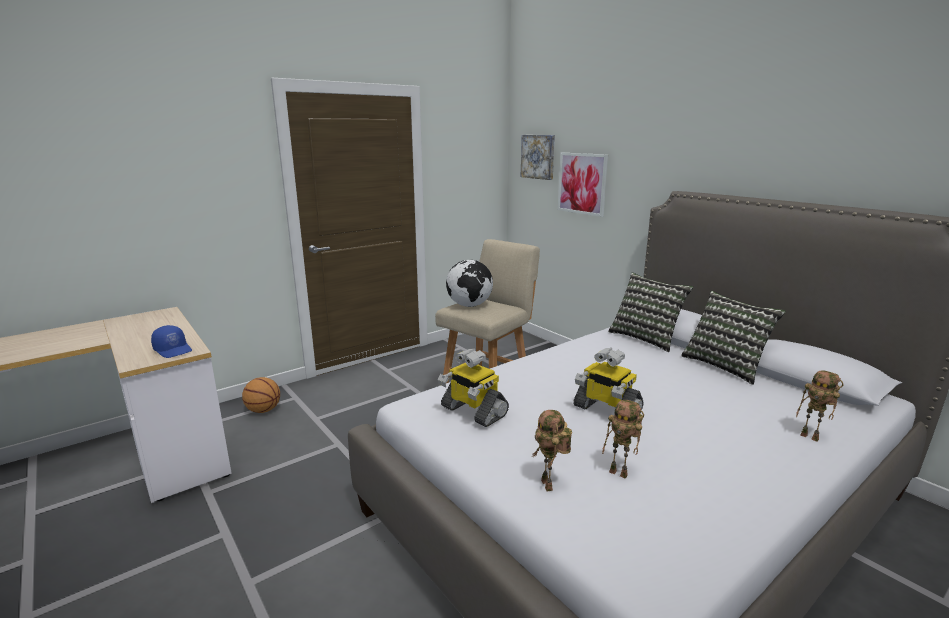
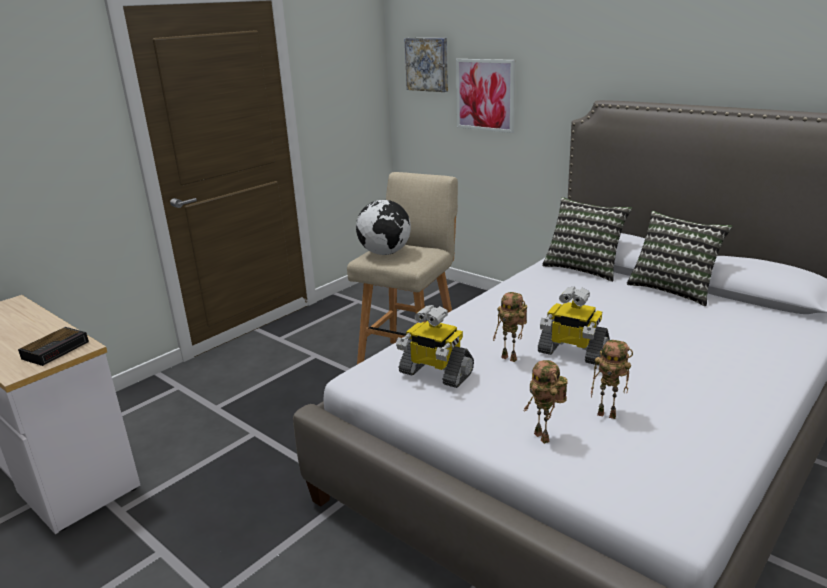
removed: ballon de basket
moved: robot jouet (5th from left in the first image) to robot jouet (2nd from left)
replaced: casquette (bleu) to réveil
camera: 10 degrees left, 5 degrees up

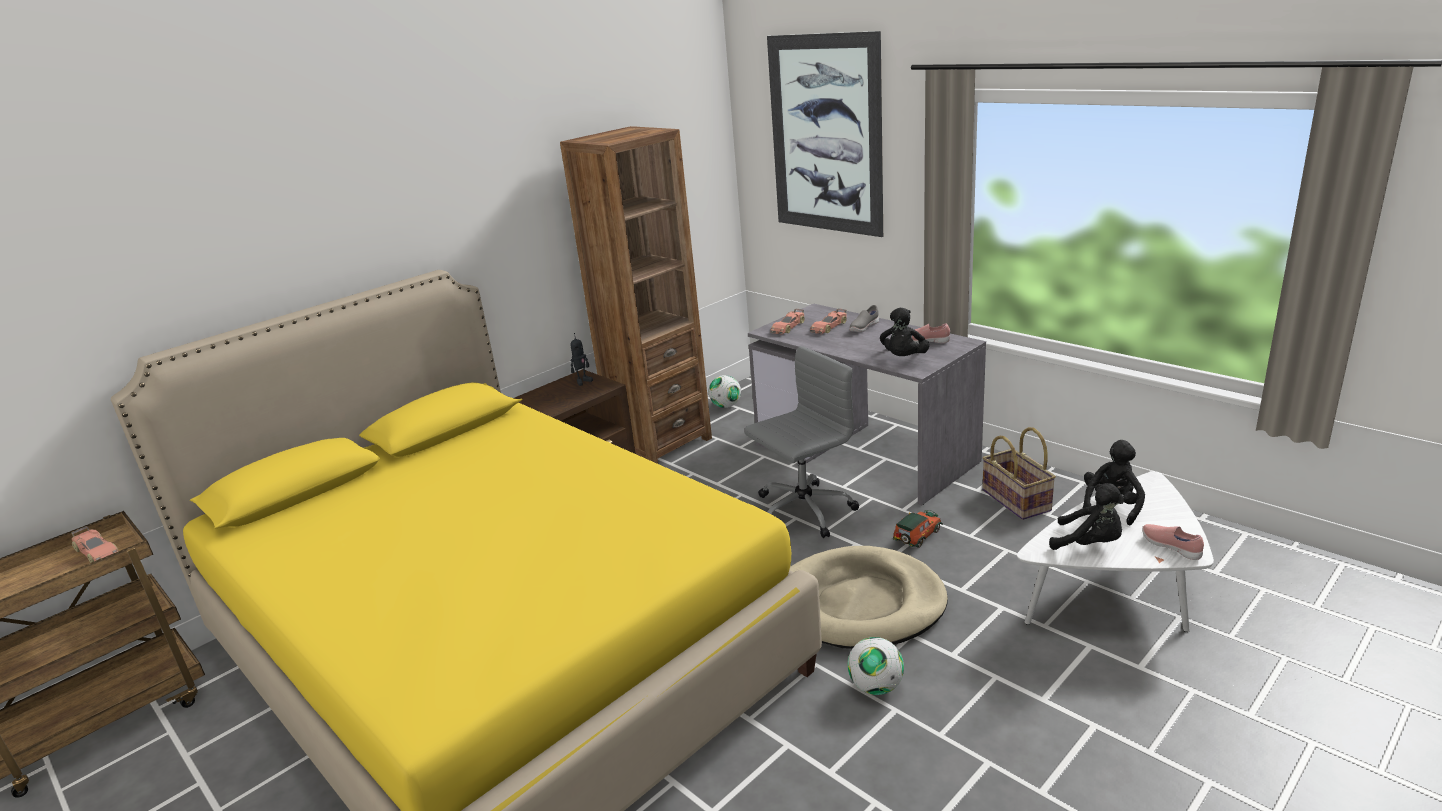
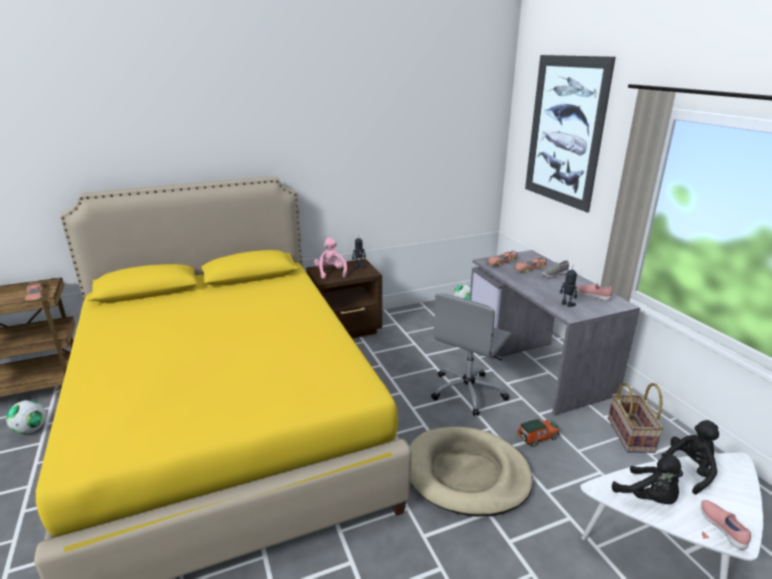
removed: bibliothèque (marron)
added: peluche (rose)
moved: ballon de foot (2nd from left in the first image) to ballon de foot (1st from left)
replaced: peluche (noir) (1st from left) to robot jouet (2nd from left)
turned: chaise de bureau (gris) 135 degrees clockwise
camera: 20 degrees right, 0 degrees up

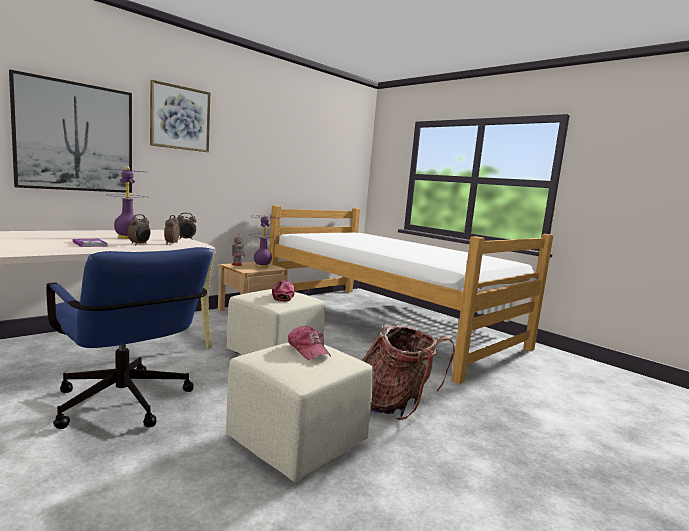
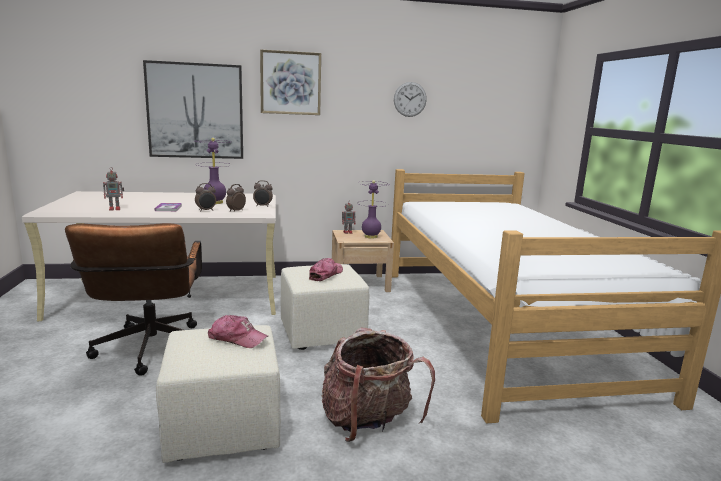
added: robot jouet (1st from left); horloge murale
recoloured: chaise de bureau (bleu) to chaise de bureau (marron)
turned: casquette (2nd from left in the first image) 75 degrees counterclockwise
camera: 35 degrees right, 5 degrees up

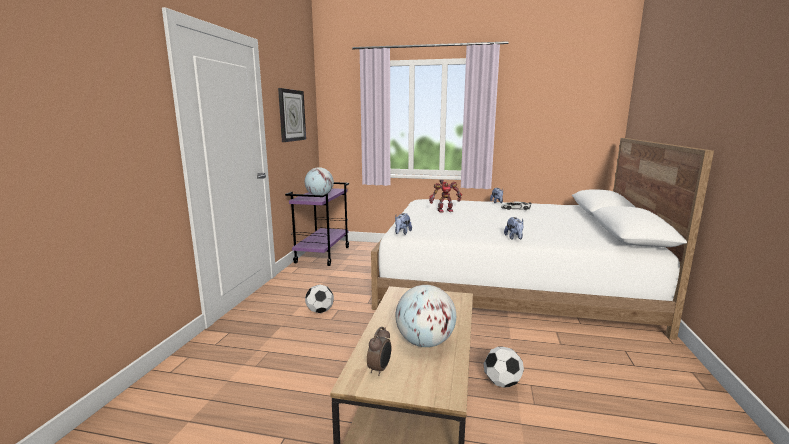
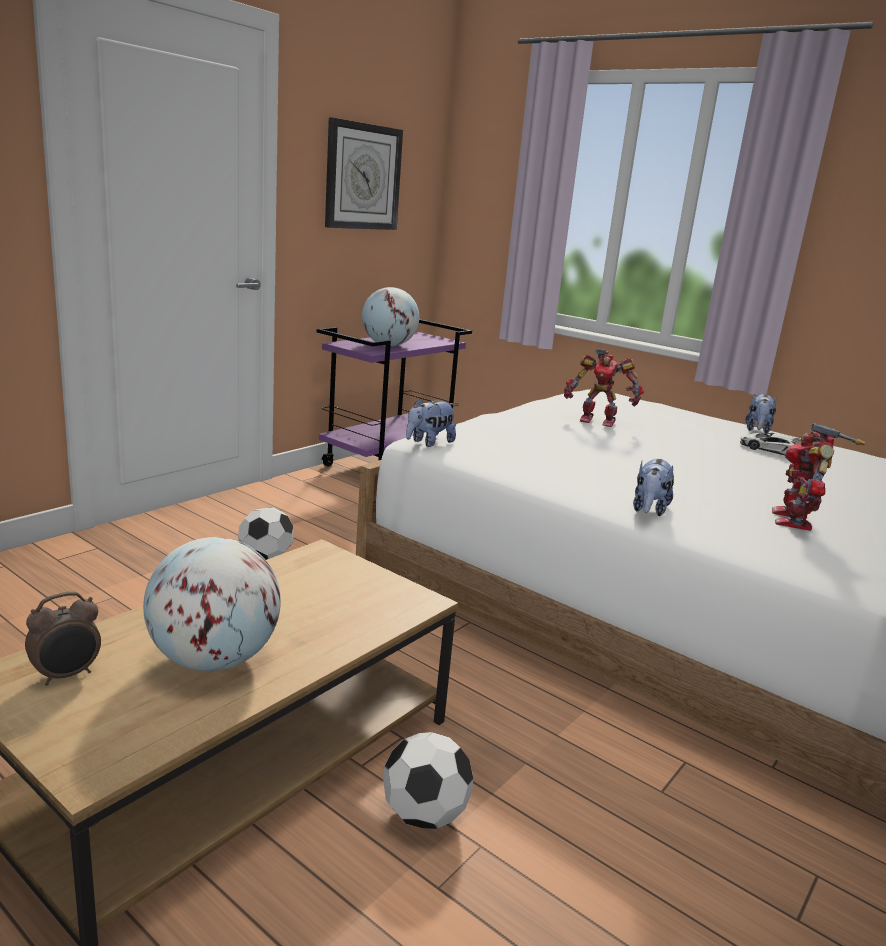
added: robot jouet (2nd from left)
camera: 25 degrees right, 5 degrees up

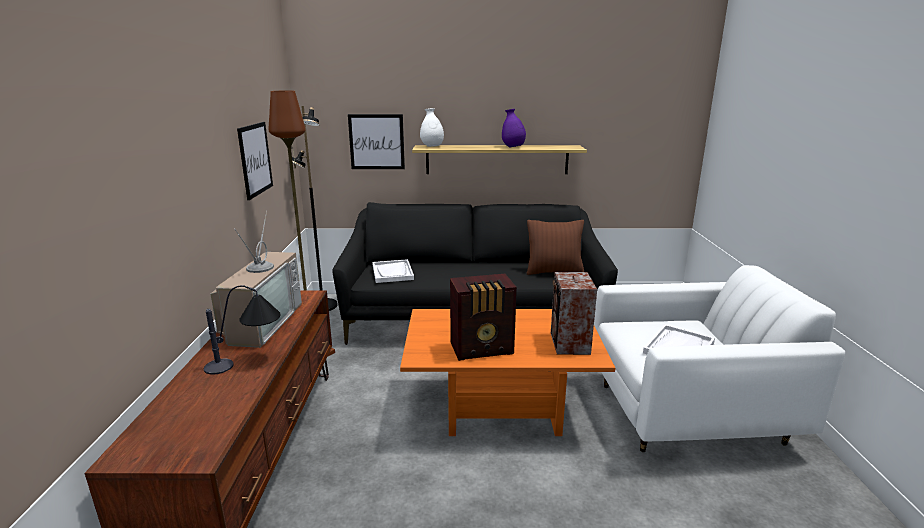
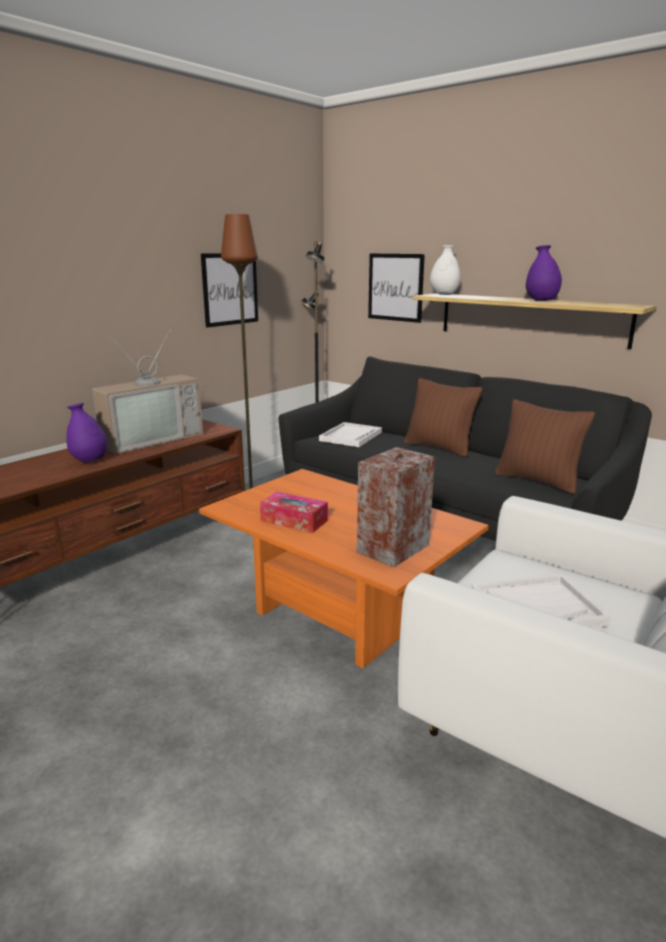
added: coussin (marron) (1st from left)
replaced: lampe de table to vase (violet) (1st from left); radio to boîte à mouchoirs
camera: 40 degrees right, 0 degrees up

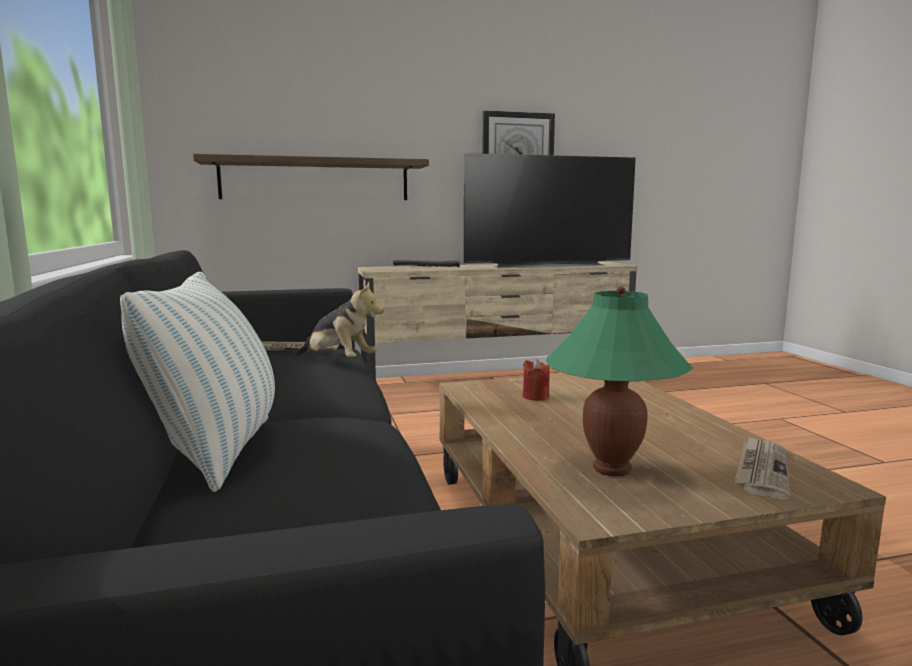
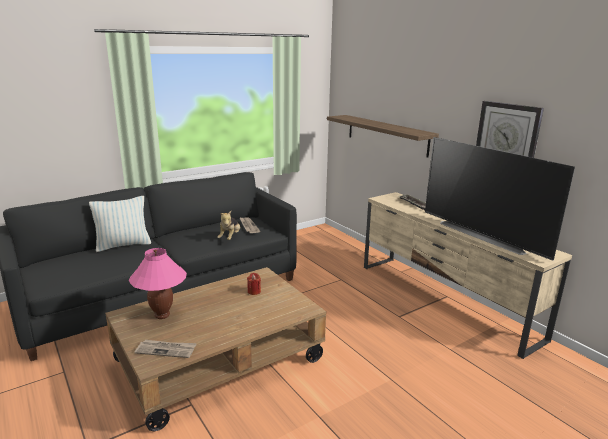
recoloured: lampe de table (vert) to lampe de table (rose)
camera: 70 degrees right, 10 degrees up

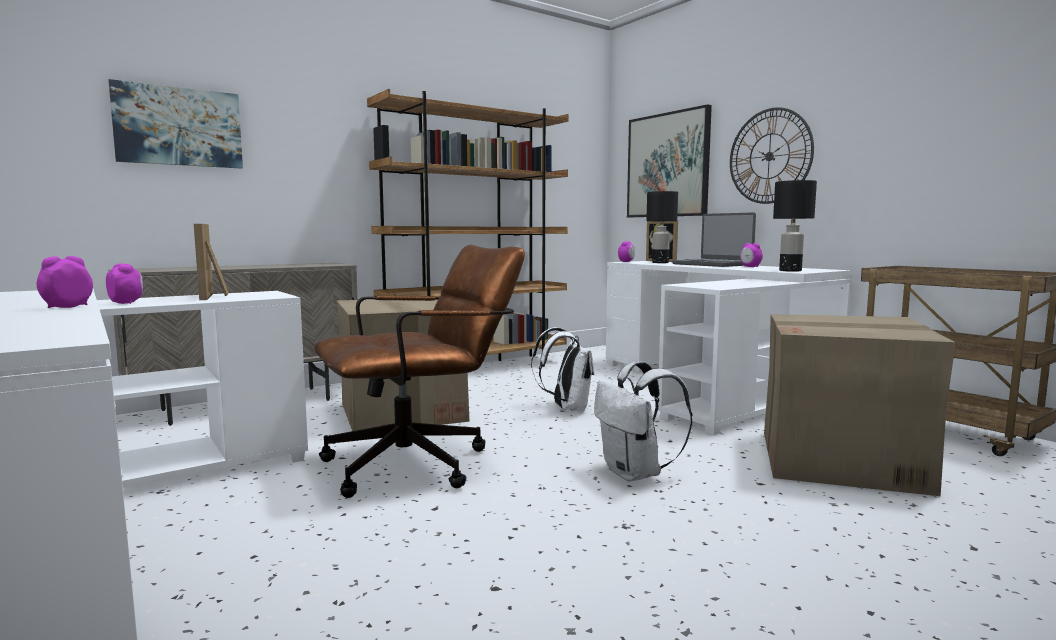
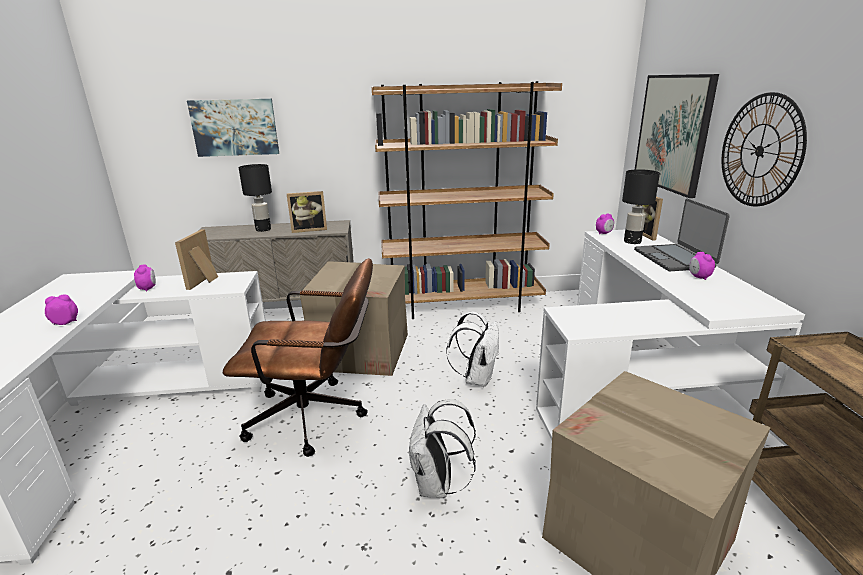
added: cadre photo (2nd from left)
moved: lampe de table (noir) (2nd from left in the first image) to lampe de table (noir) (1st from left)
camera: 30 degrees right, 15 degrees up

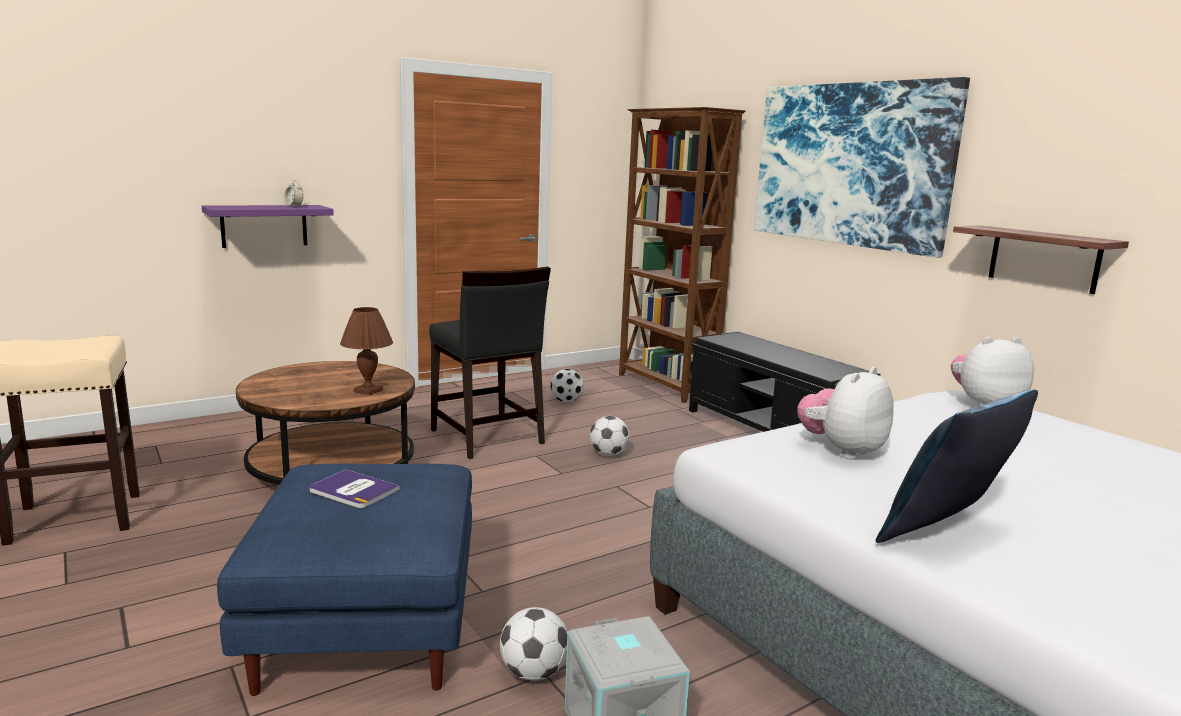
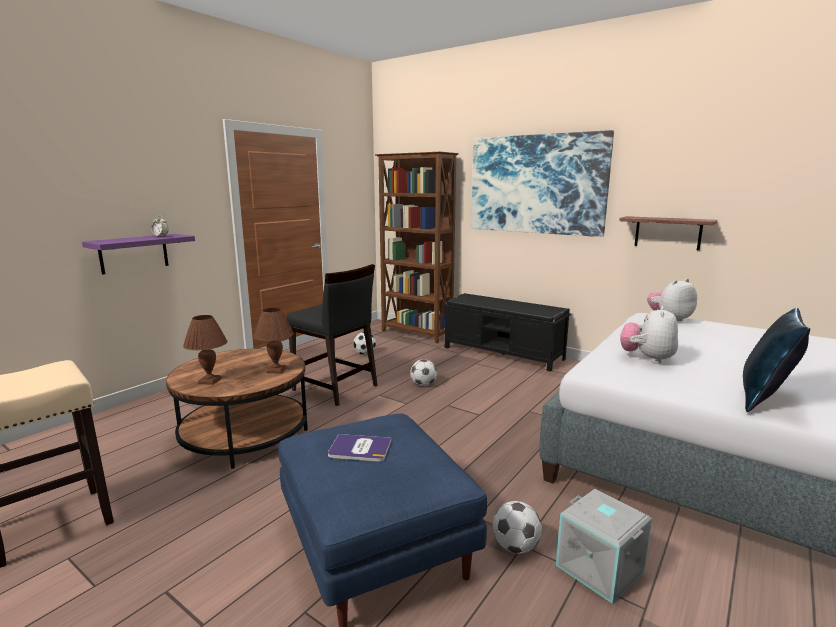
added: lampe de table (marron) (1st from left)
camera: 20 degrees left, 0 degrees up

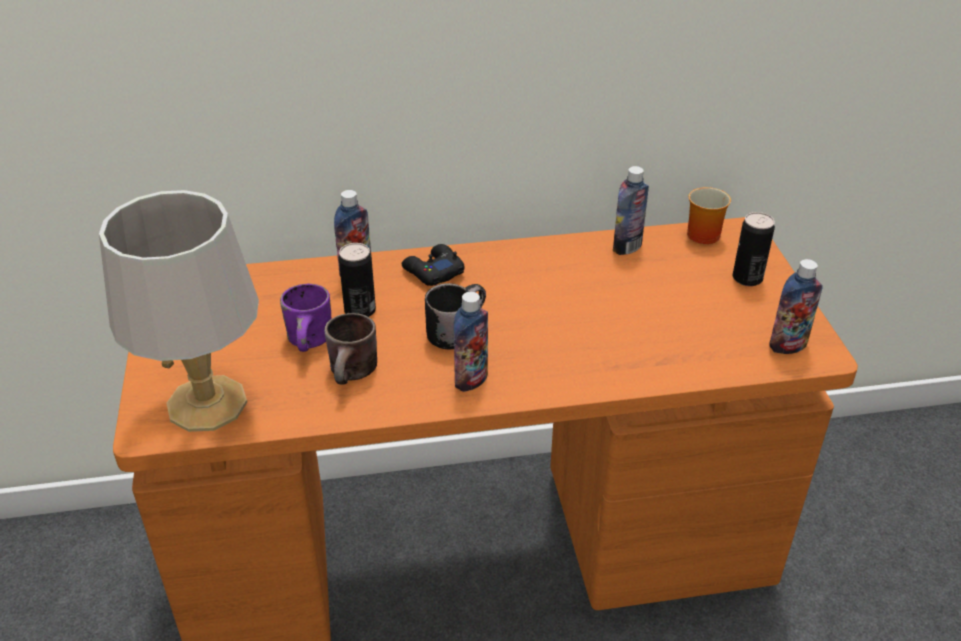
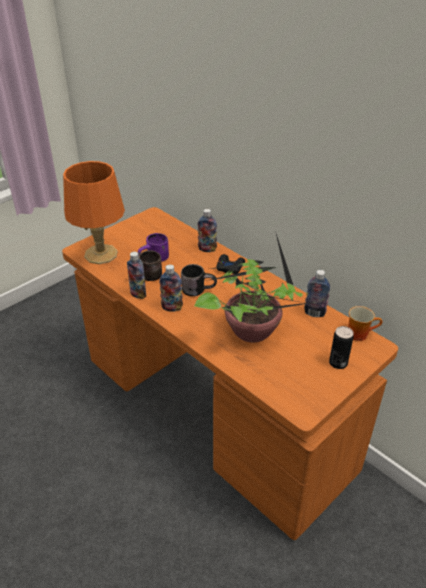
removed: boîte métallique (1st from left)
added: plante en pot
moved: bouteille (4th from left in the first image) to bouteille (1st from left)
recoloured: lampe de table (gris) to lampe de table (orange)
camera: 55 degrees right, 0 degrees up

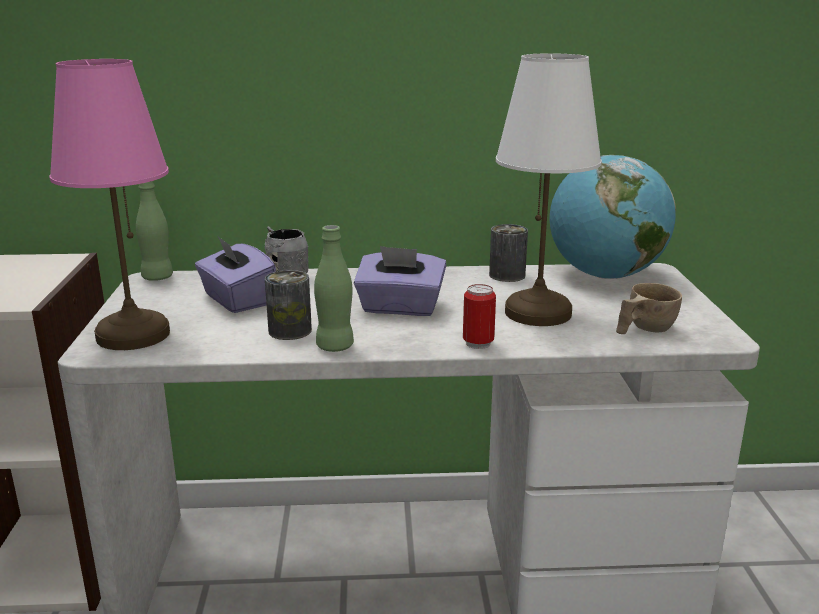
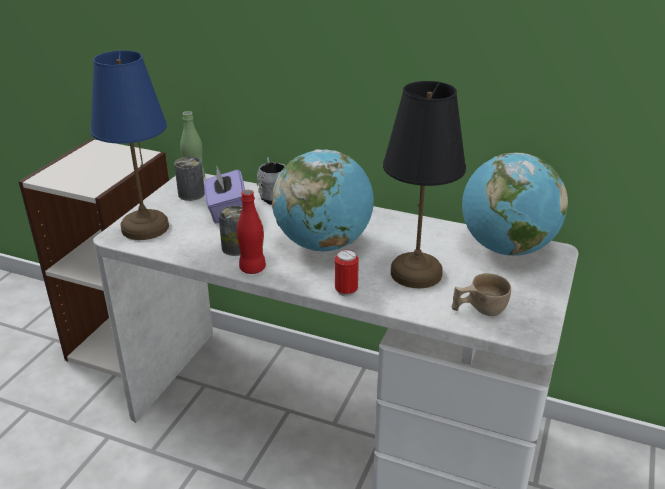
moved: boîte métallique (3rd from left in the first image) to boîte métallique (1st from left)
replaced: boîte à mouchoirs (violet) (2nd from left) to globe (1st from left)
recoloured: lampe de table (rose) to lampe de table (bleu); bouteille (vert) (2nd from left) to bouteille (rouge); lampe de table (blanc) to lampe de table (noir)
camera: 25 degrees right, 10 degrees up

